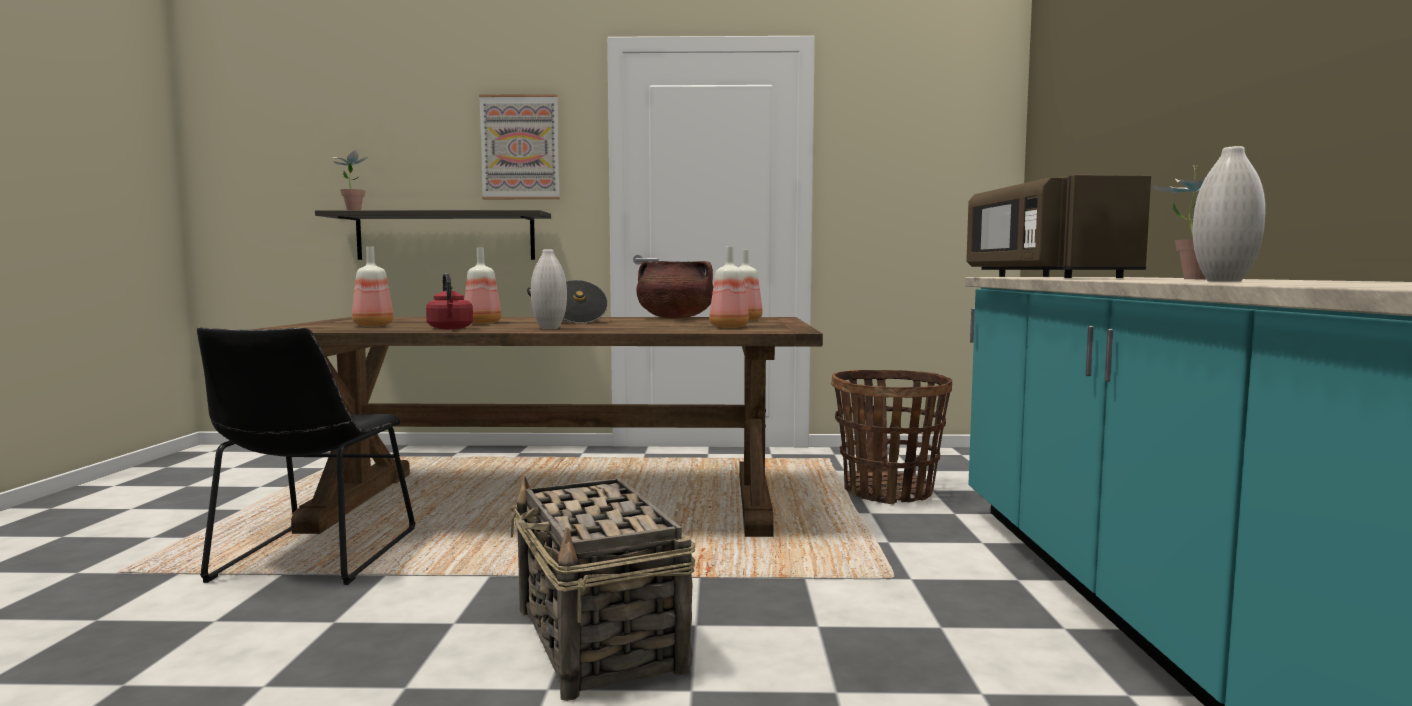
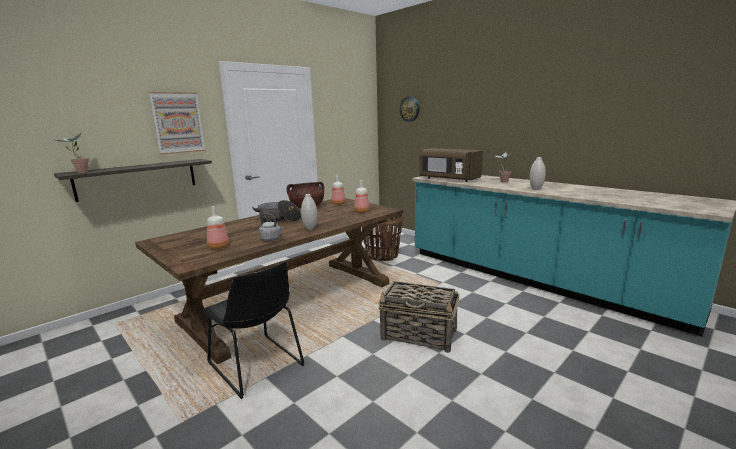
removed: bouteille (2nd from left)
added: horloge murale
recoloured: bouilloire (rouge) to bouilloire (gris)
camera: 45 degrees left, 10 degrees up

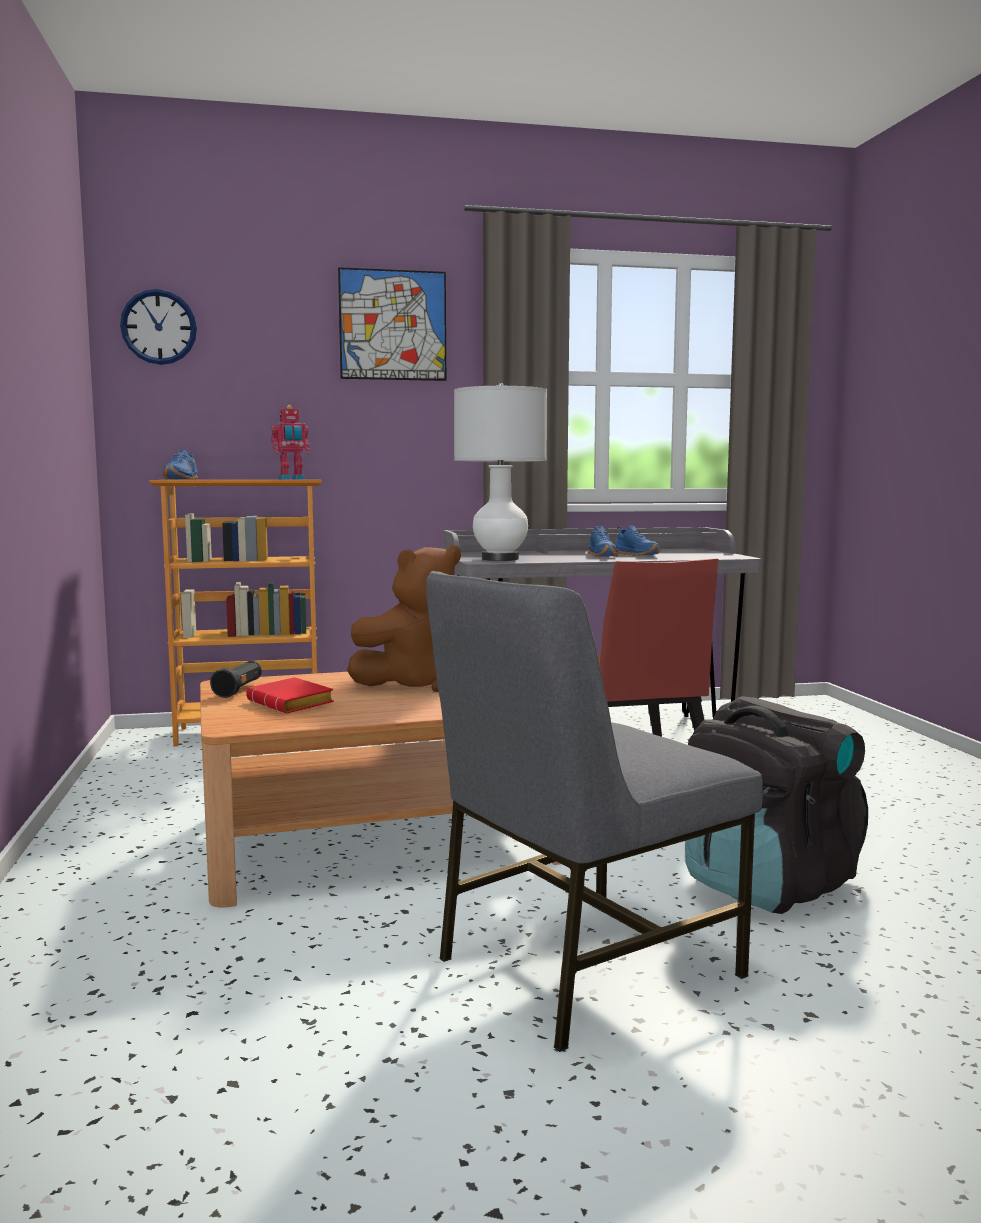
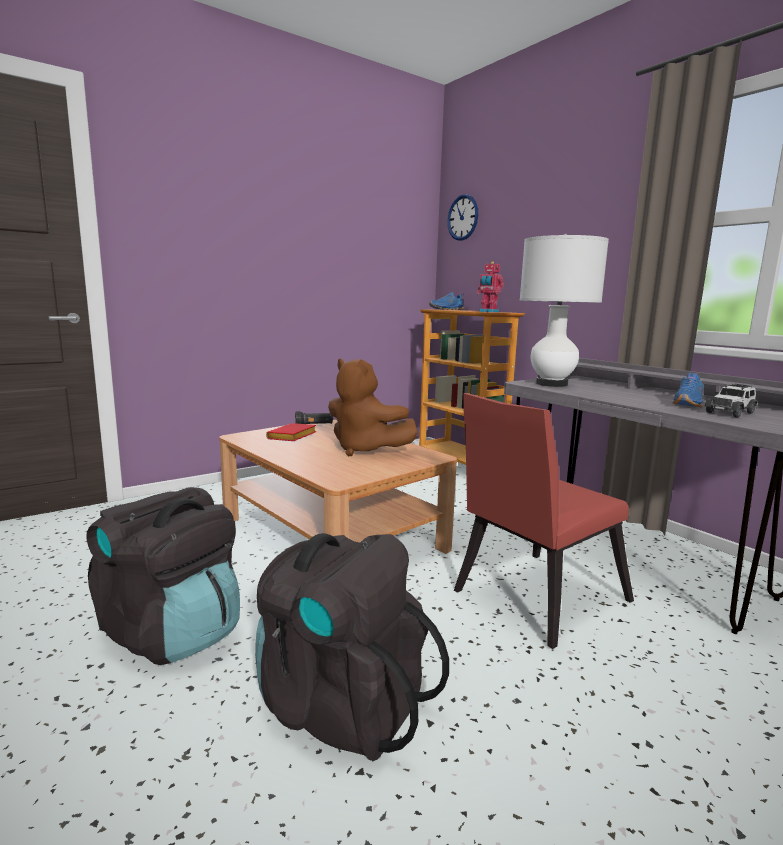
removed: tableau; chaussure (bleu) (2nd from left)
added: petite voiture
replaced: chaise (gris) to sac à dos (noir) (1st from left)
camera: 65 degrees right, 5 degrees up

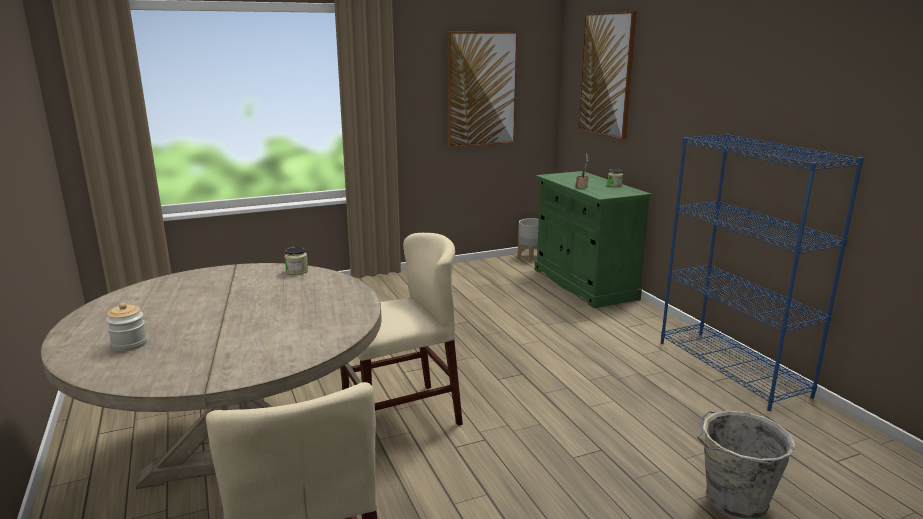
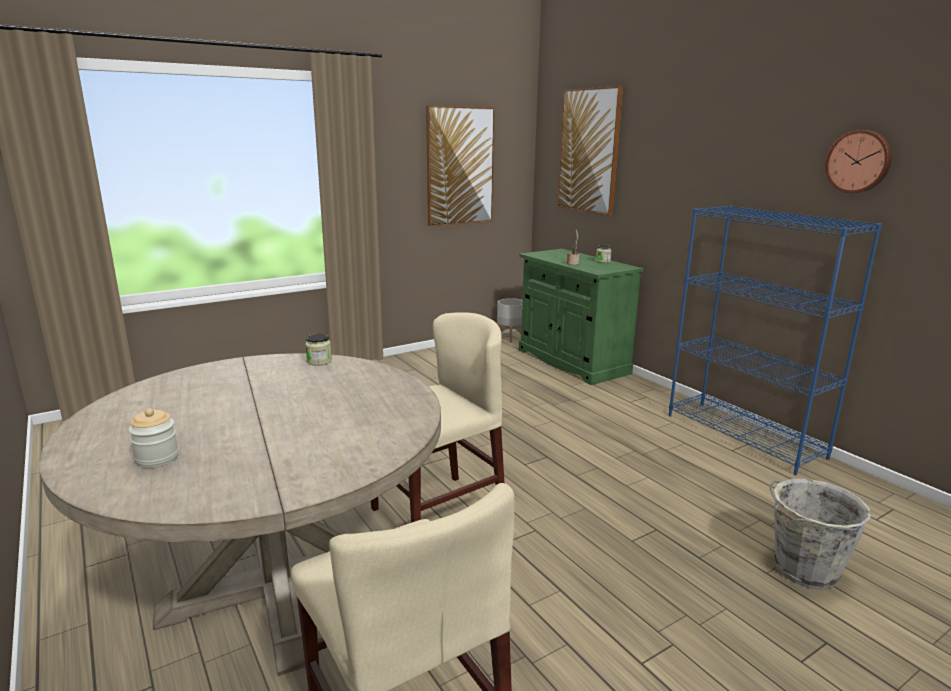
added: horloge murale
camera: 10 degrees left, 0 degrees up

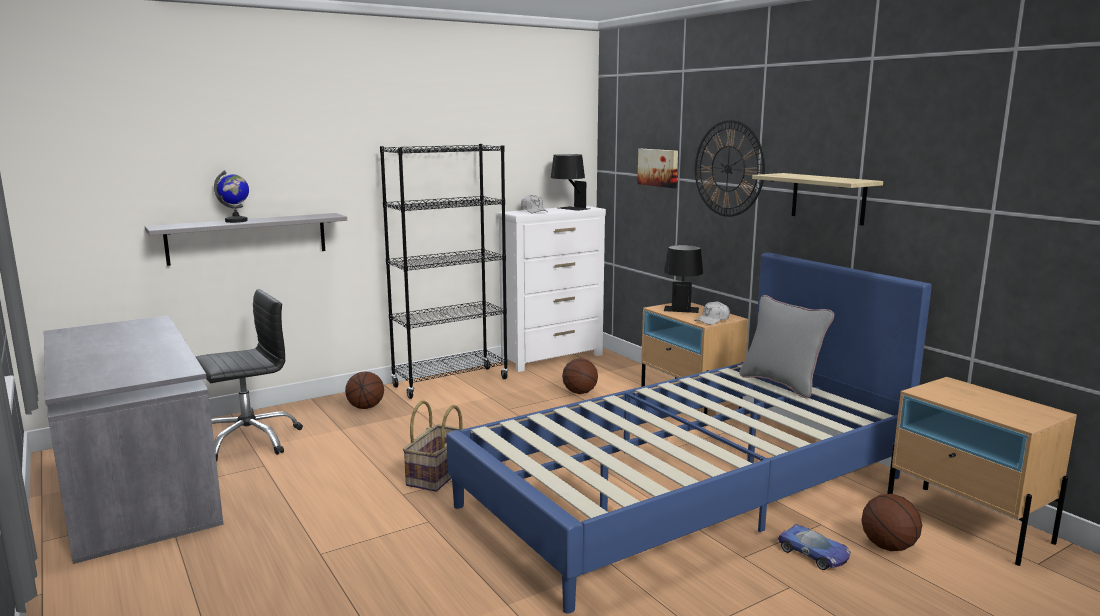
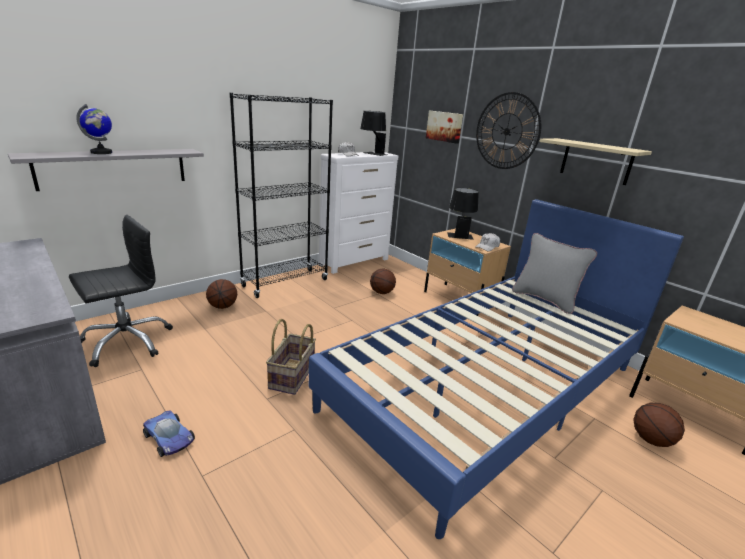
moved: petite voiture
camera: 10 degrees left, 10 degrees up

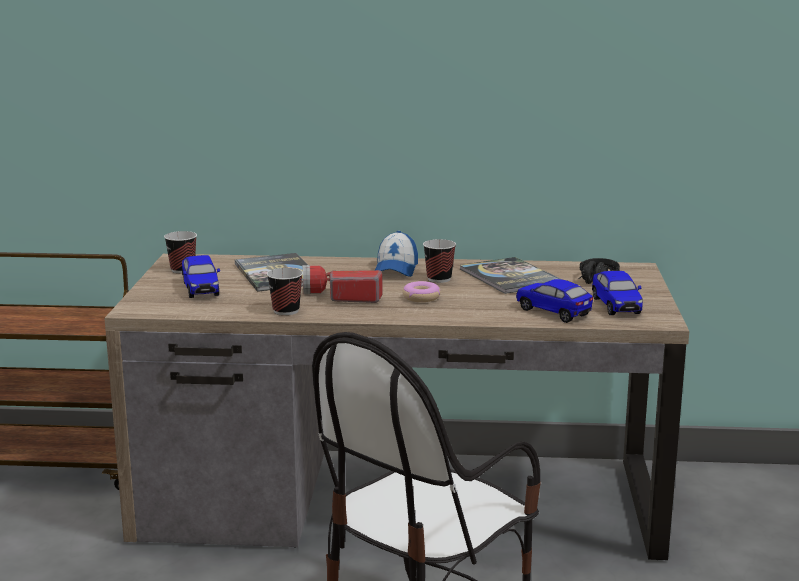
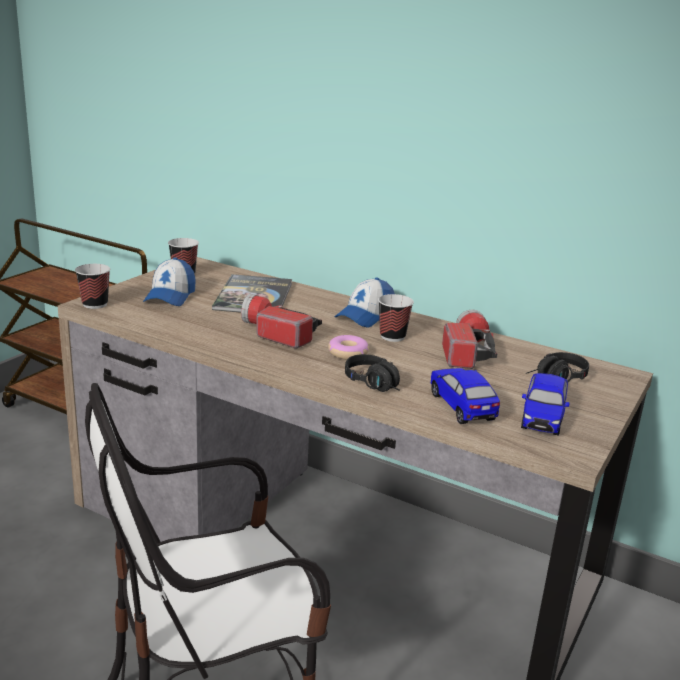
added: casque audio (noir) (1st from left)
moved: tasse (2nd from left in the first image) to tasse (1st from left)
replaced: petite voiture (1st from left) to casquette (1st from left); livre (2nd from left) to lampe de poche (2nd from left)
camera: 25 degrees right, 5 degrees up

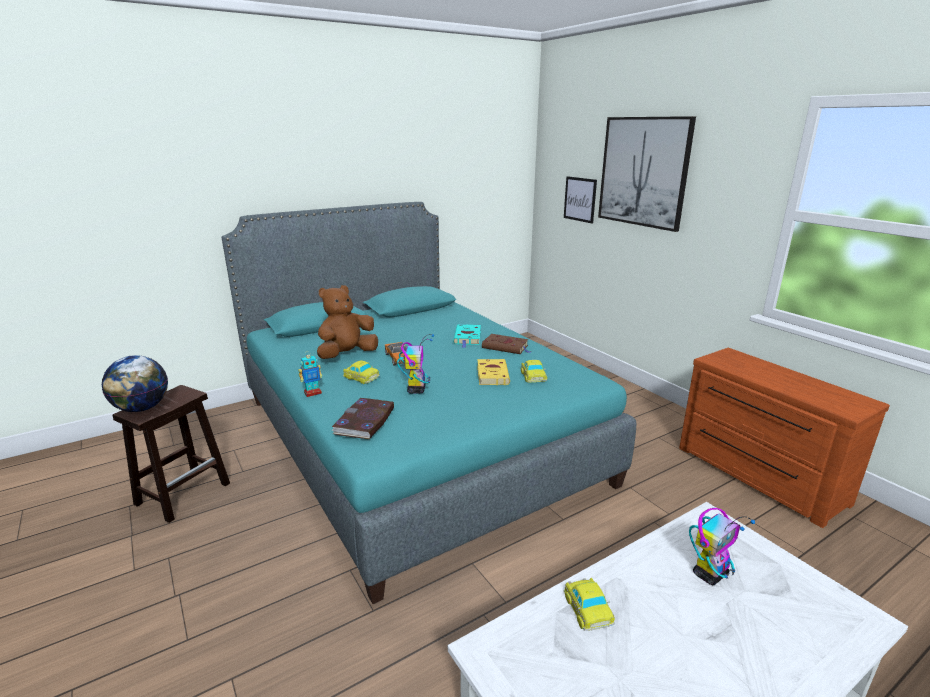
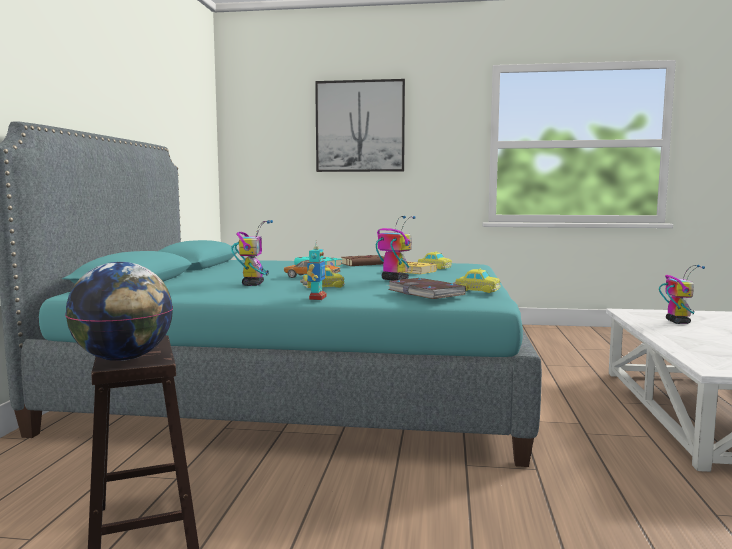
removed: tableau (1st from left); commode (marron)
moved: petite voiture (4th from left)
replaced: peluche (marron) to robot jouet (1st from left)
camera: 50 degrees left, 15 degrees down

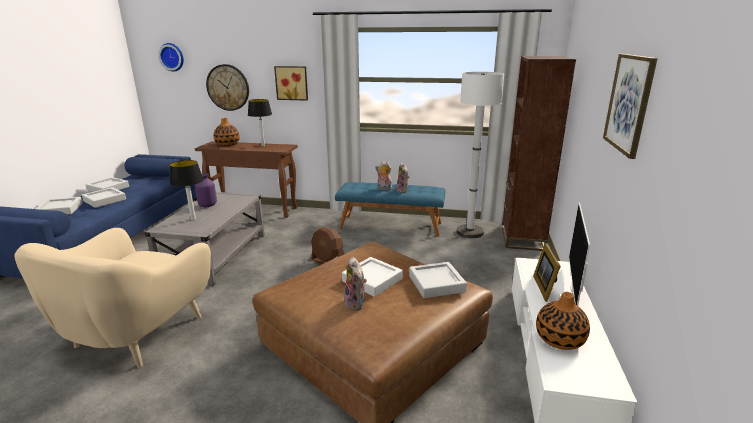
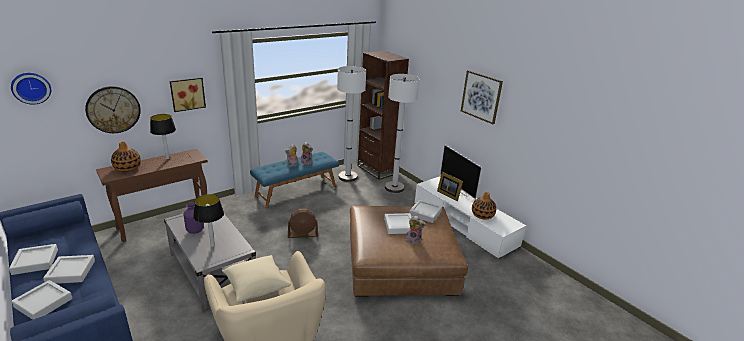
added: coussin (beige); lampadaire (blanc) (2nd from left)
camera: 50 degrees left, 5 degrees up

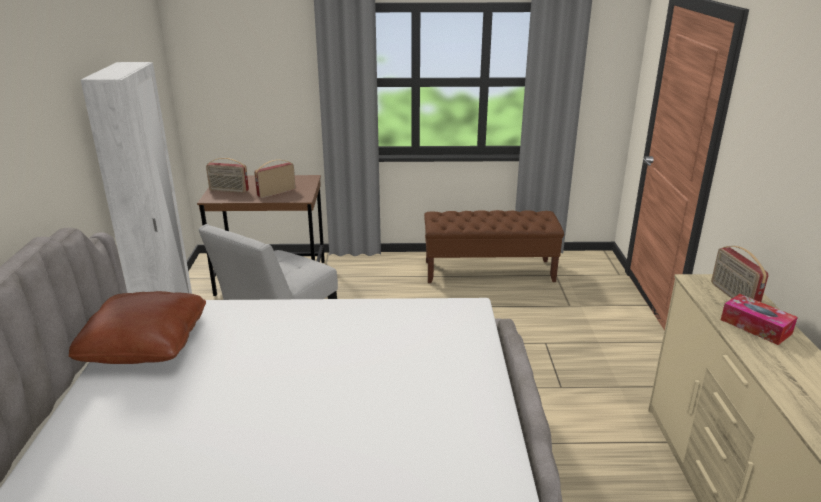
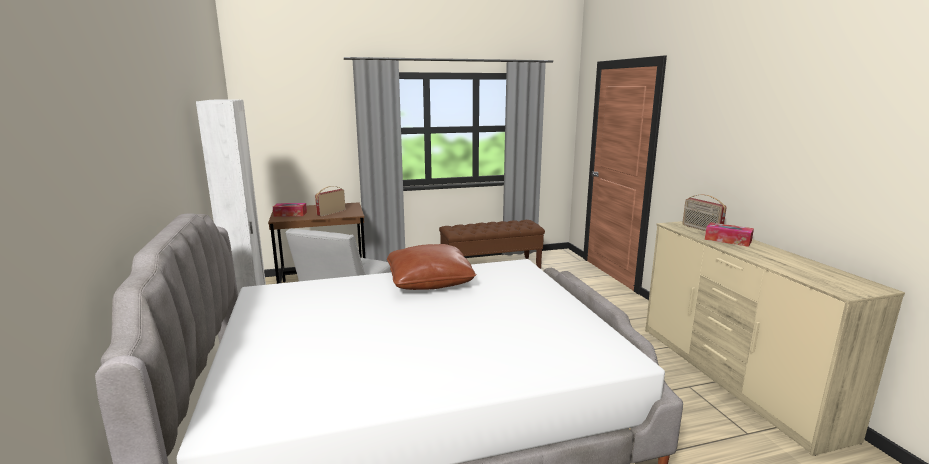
moved: coussin (marron)
replaced: radio (1st from left) to boîte à mouchoirs (1st from left)
camera: 15 degrees left, 10 degrees down

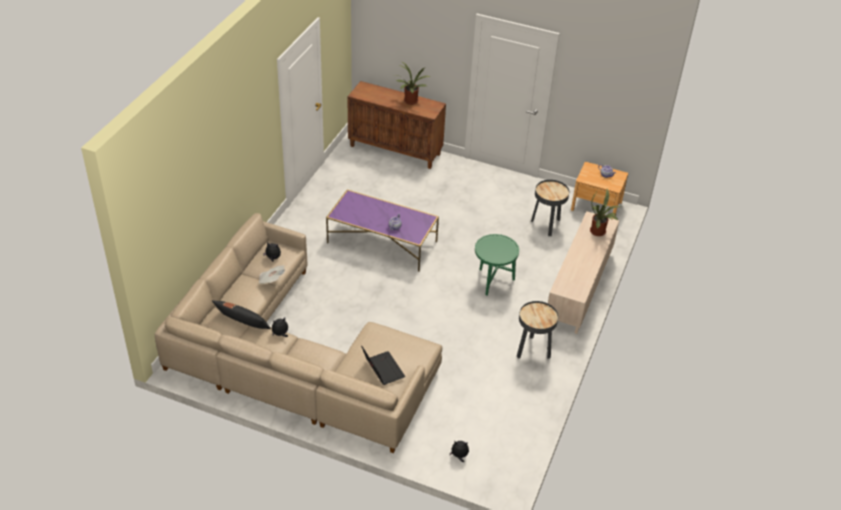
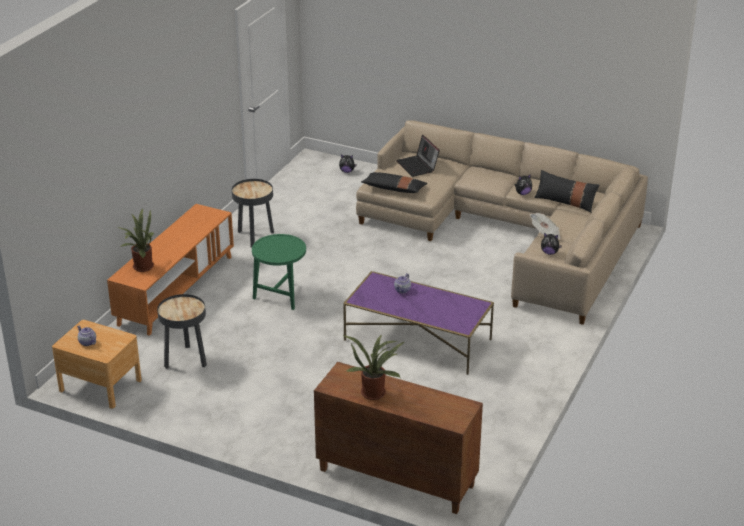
added: coussin (noir) (1st from left)
recoloured: meuble télé (beige) to meuble télé (orange)
camera: 175 degrees left, 10 degrees down

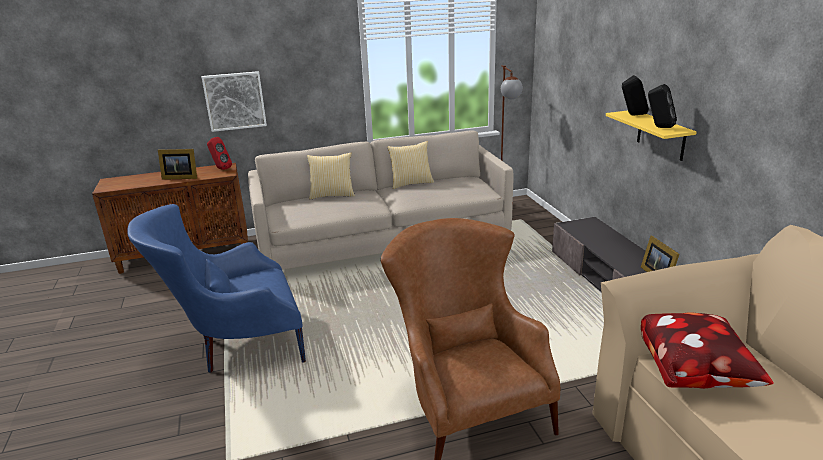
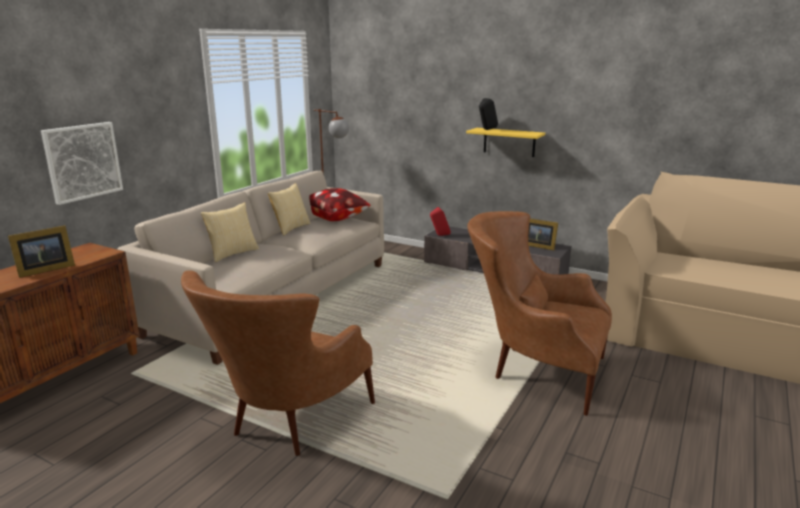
removed: enceinte (noir) (2nd from left)
moved: enceinte (rouge); coussin (3rd from left)
recoloured: fauteuil (bleu) to fauteuil (marron) (1st from left)
camera: 45 degrees left, 5 degrees down

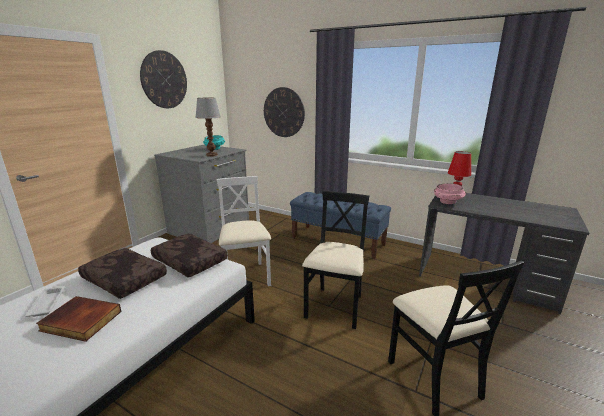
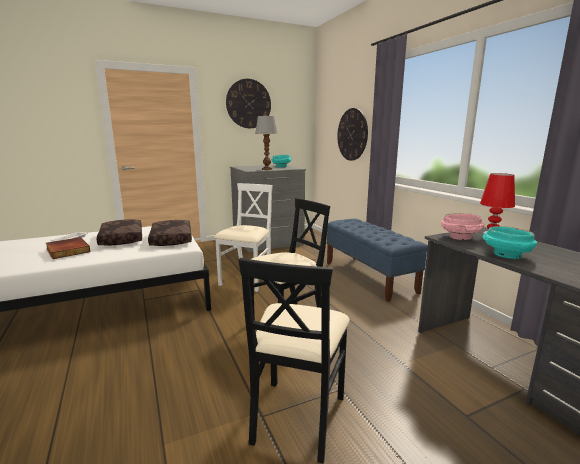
added: bol (turquoise) (2nd from left)
camera: 35 degrees right, 5 degrees down

